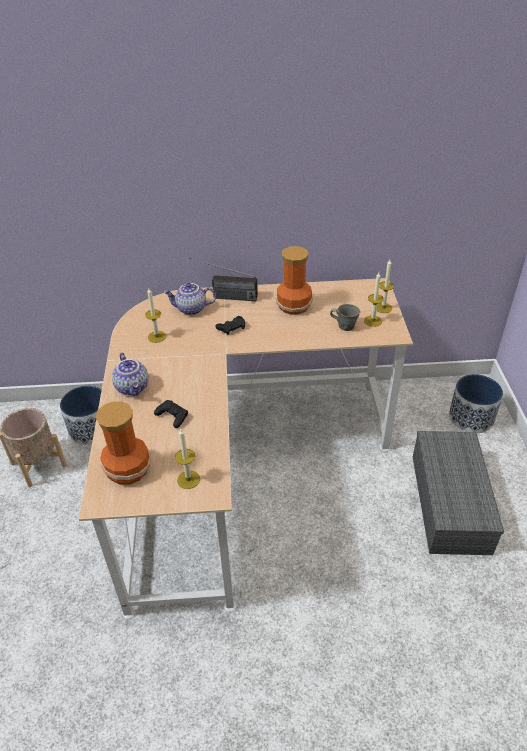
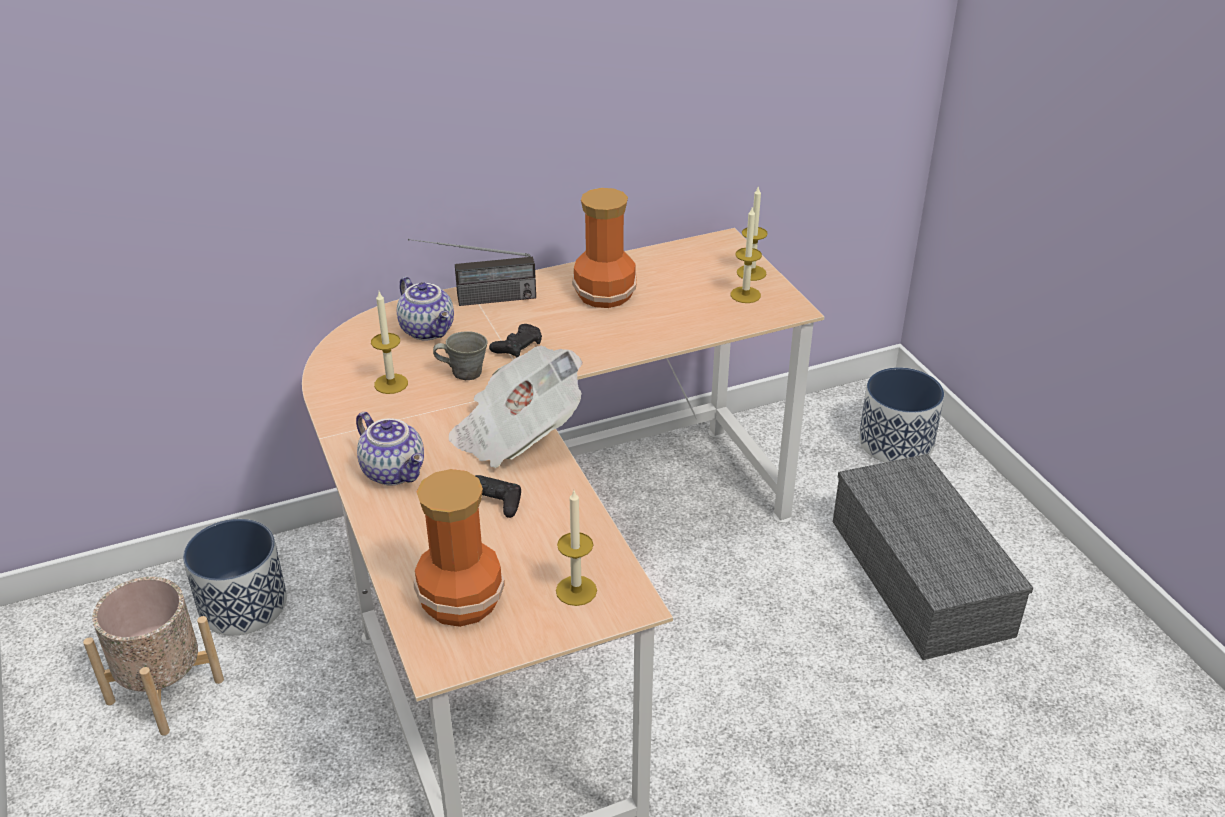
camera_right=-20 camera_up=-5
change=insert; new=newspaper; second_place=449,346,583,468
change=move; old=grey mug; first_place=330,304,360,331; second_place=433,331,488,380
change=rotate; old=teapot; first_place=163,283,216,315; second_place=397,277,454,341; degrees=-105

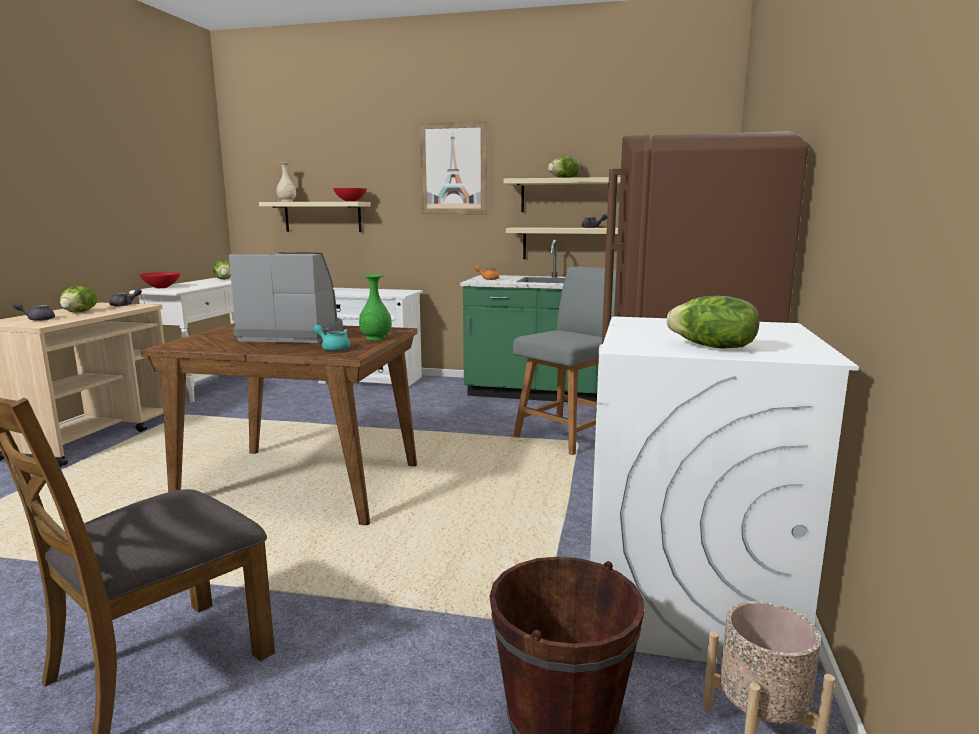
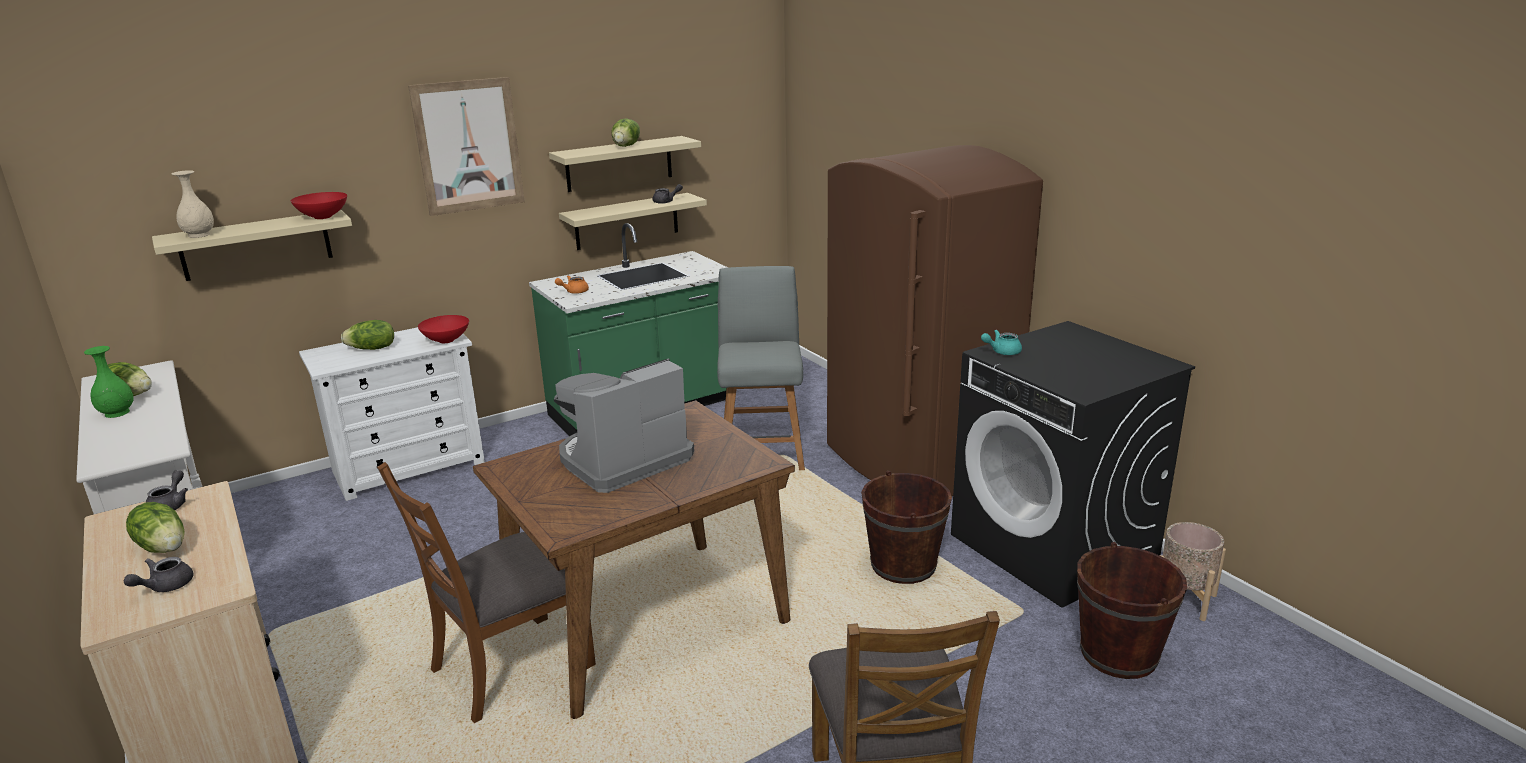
camera_right=-45 camera_up=10
change=insert; new=brown chair; second_place=377,462,596,723
change=insert; new=brown bucket; second_place=861,471,952,584
change=move; old=red bowl; first_place=139,272,180,288; second_place=418,315,469,343
change=move; old=turquoise teapot; first_place=313,325,351,351; second_place=981,330,1022,355
change=move; old=green vase; first_place=359,275,392,340; second_place=84,346,134,418
change=move; old=lettuce; first_place=667,296,760,349; second_place=341,320,394,350
change=recolor; old=white washing machine; new=black washing machine; first_place=590,316,859,664; second_place=951,321,1195,608

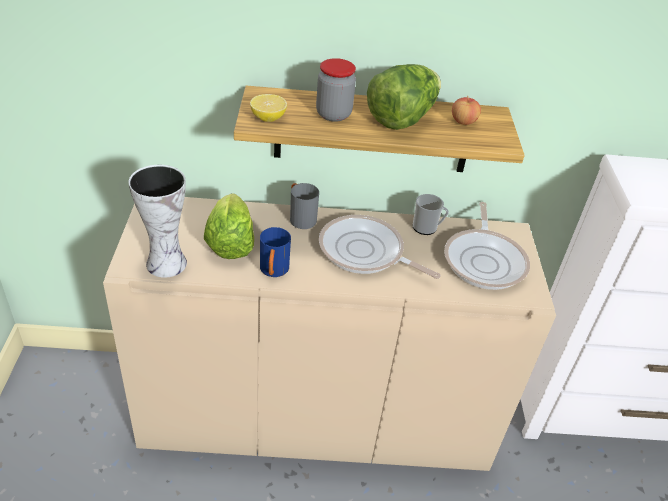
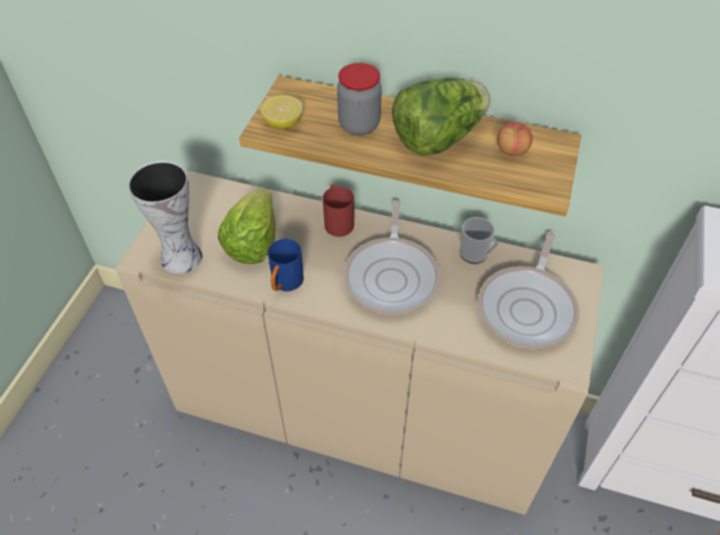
camera_right=20 camera_up=10
change=recolor; old=grey mug; new=red mug; first_place=290,183,319,229; second_place=323,184,354,237
change=rotate; old=frying pan; first_place=319,215,441,279; second_place=344,200,441,315; degrees=-135

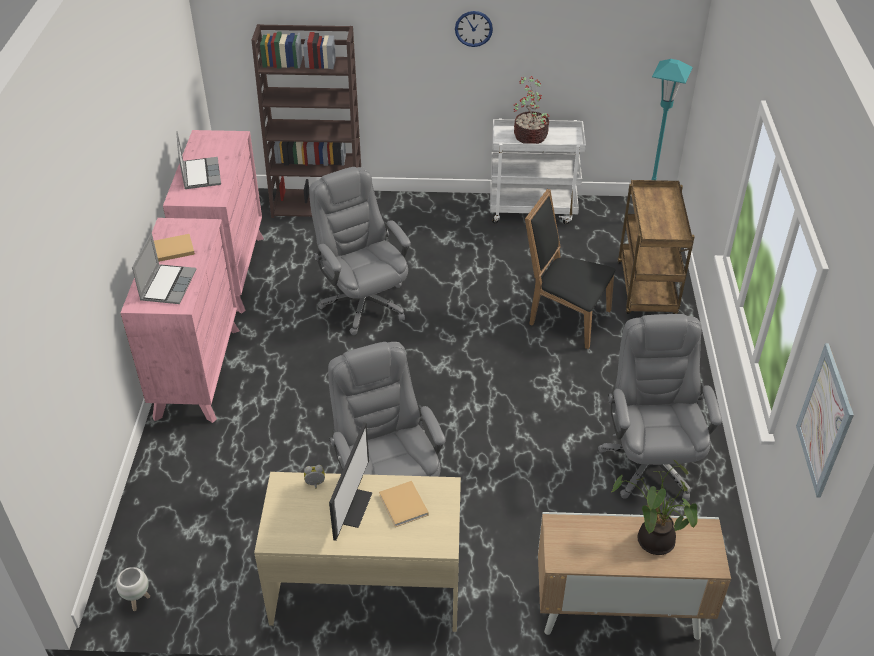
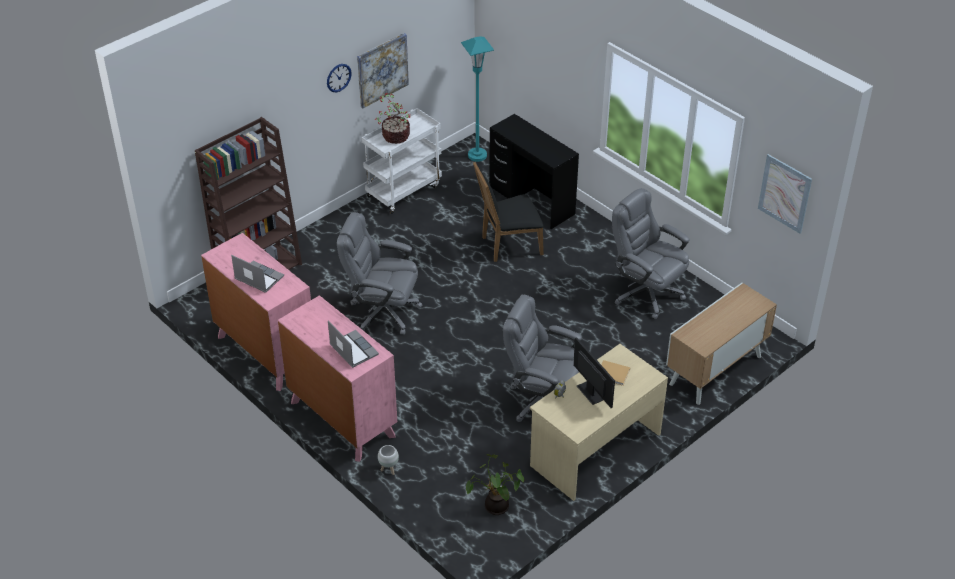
camera_right=-45 camera_up=0
change=delete; old=beige book; first_place=154,234,195,262
change=insert; new=picture; second_place=357,33,409,108
change=move; old=white planter; first_place=116,567,150,611; second_place=378,445,399,475
change=move; old=potted plant; first_place=612,460,698,555; second_place=466,454,524,515
change=replace; old=brown cart; new=black desk; first_place=617,180,695,314; second_place=489,114,579,229

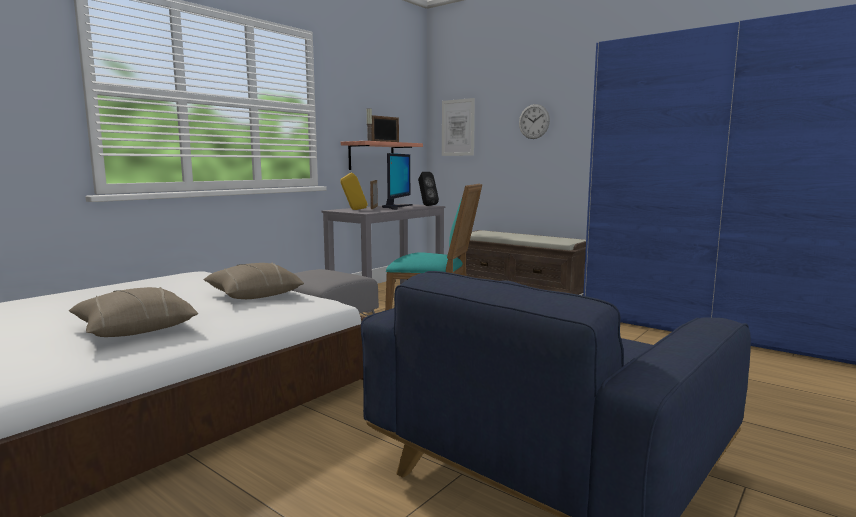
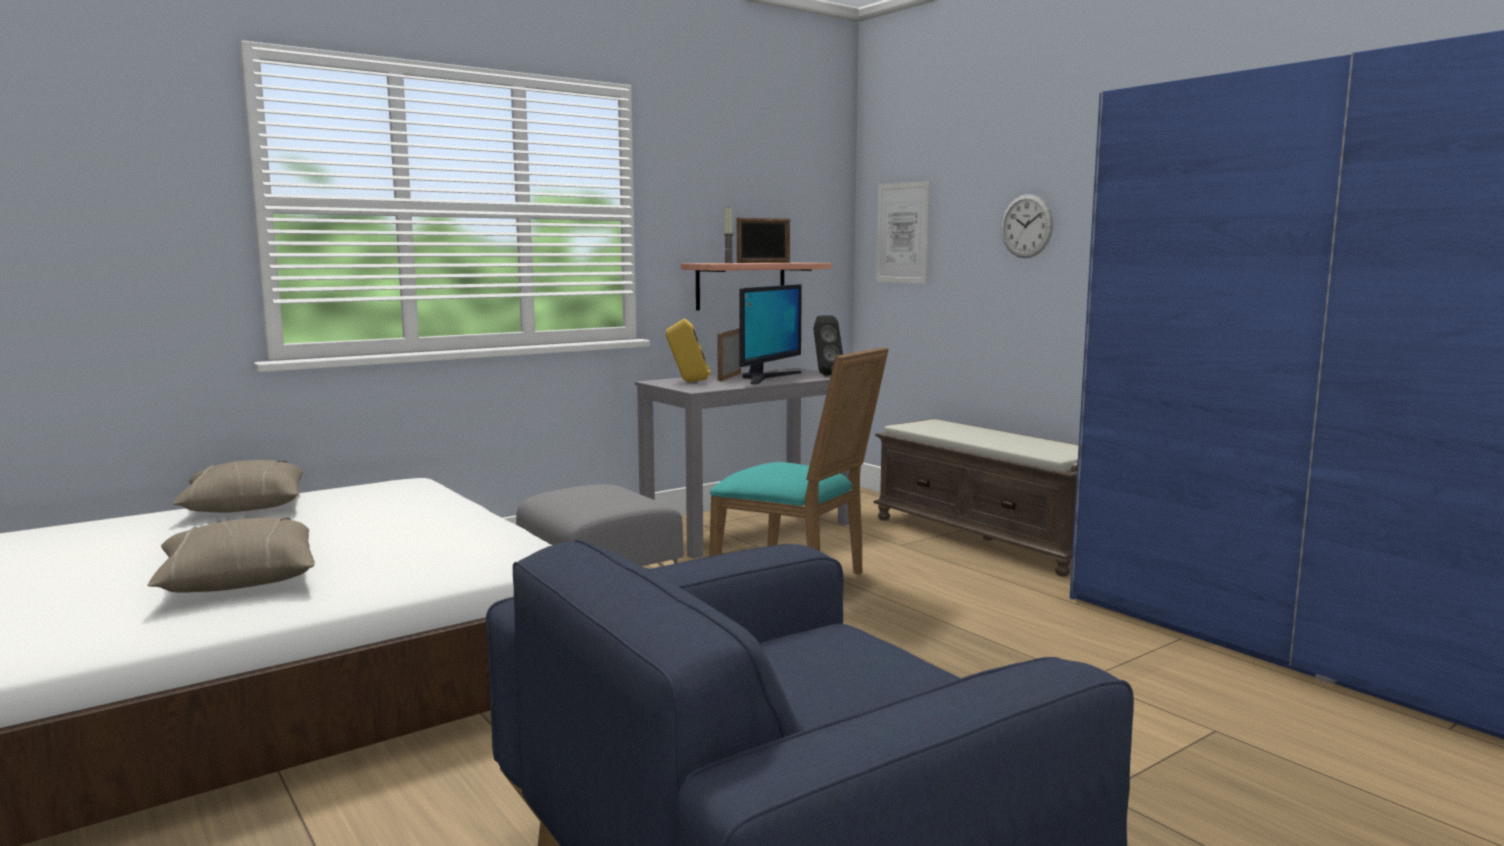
camera_right=15 camera_up=0
change=move; old=beige pillow; first_place=203,263,304,299; second_place=173,460,303,512

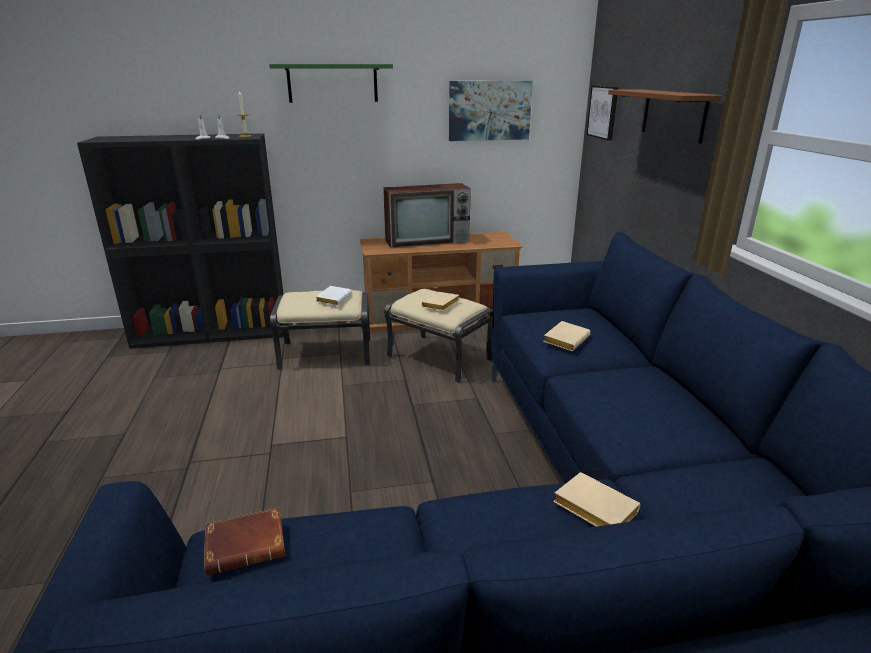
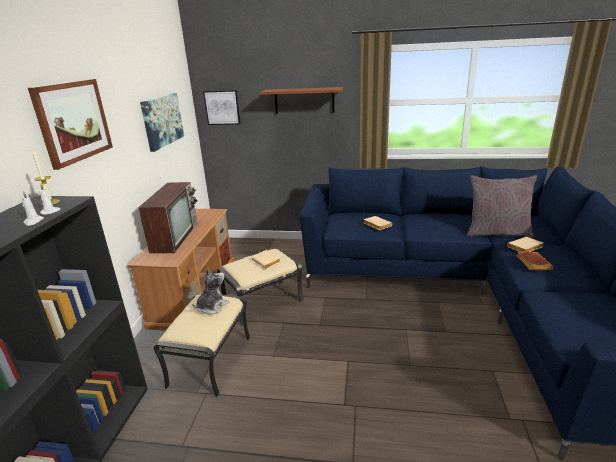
camera_right=-70 camera_up=0
change=insert; new=grey pillow; second_place=467,175,537,238
change=move; old=brown book; first_place=204,508,285,575; second_place=517,252,553,270
change=replace; old=green shelf; new=picture; first_place=269,64,393,103; second_place=28,79,113,170
change=replace; old=white book; new=plush toy; first_place=316,286,352,306; second_place=192,268,229,315

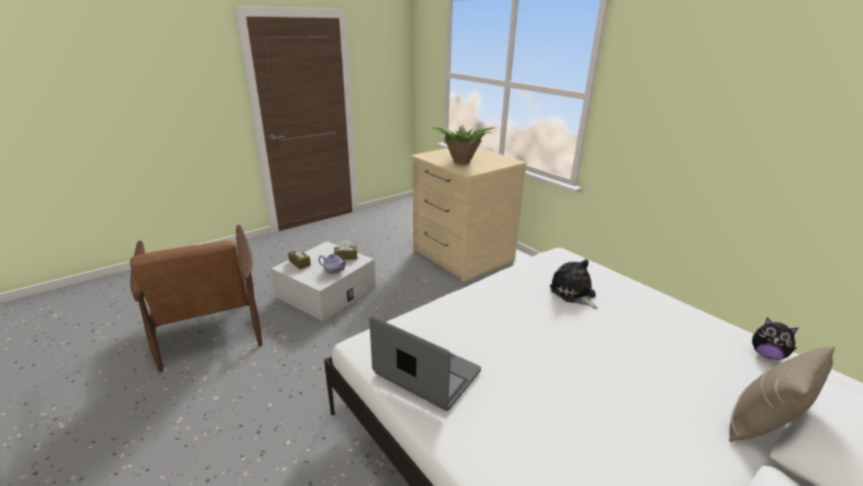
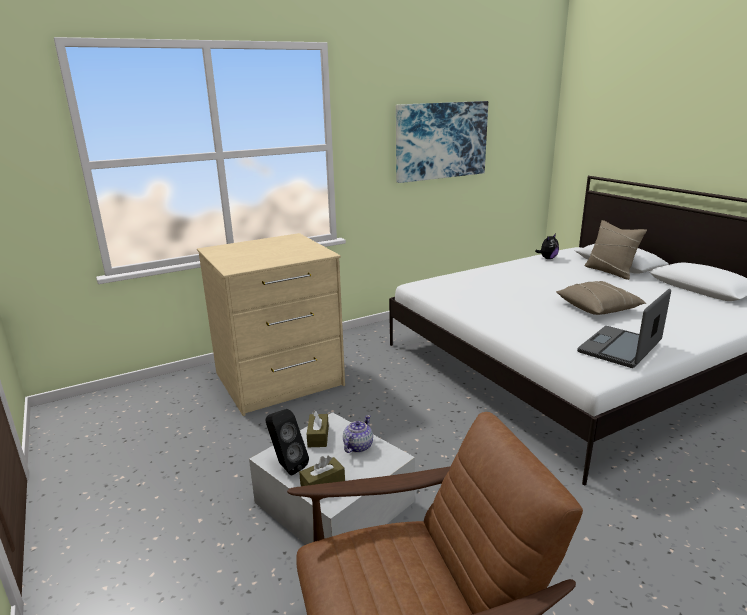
camera_right=-80 camera_up=-5
change=delete; old=potted plant; first_place=434,125,494,164
change=delete; old=plush toy; first_place=550,259,598,309
change=insert; new=black speaker; second_place=265,409,309,475
change=insert; new=picture; second_place=396,101,488,183
change=insert; new=beige pillow; second_place=556,281,646,315

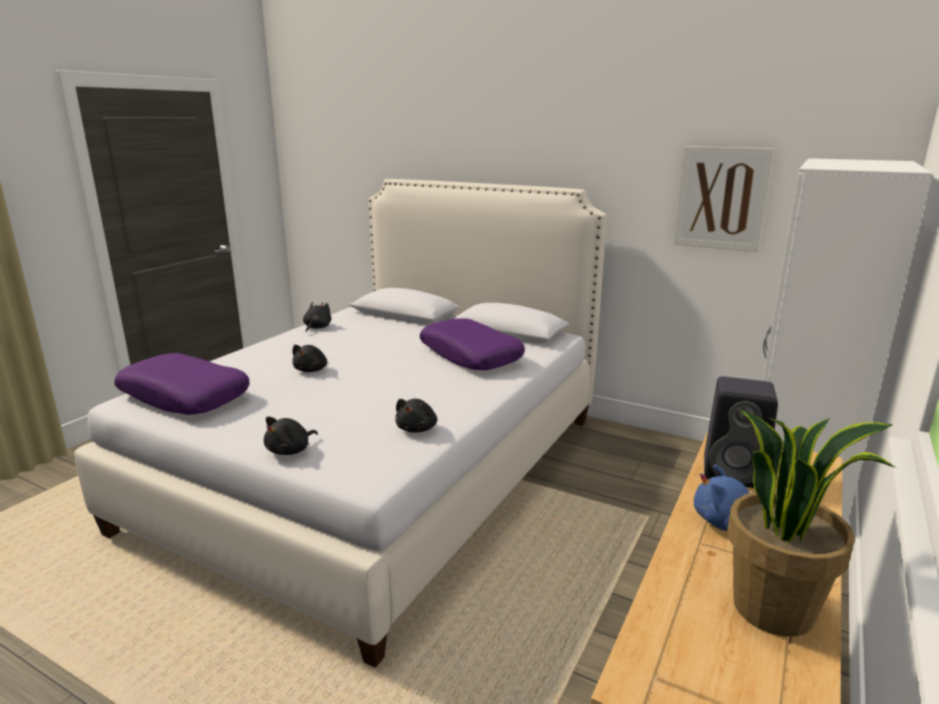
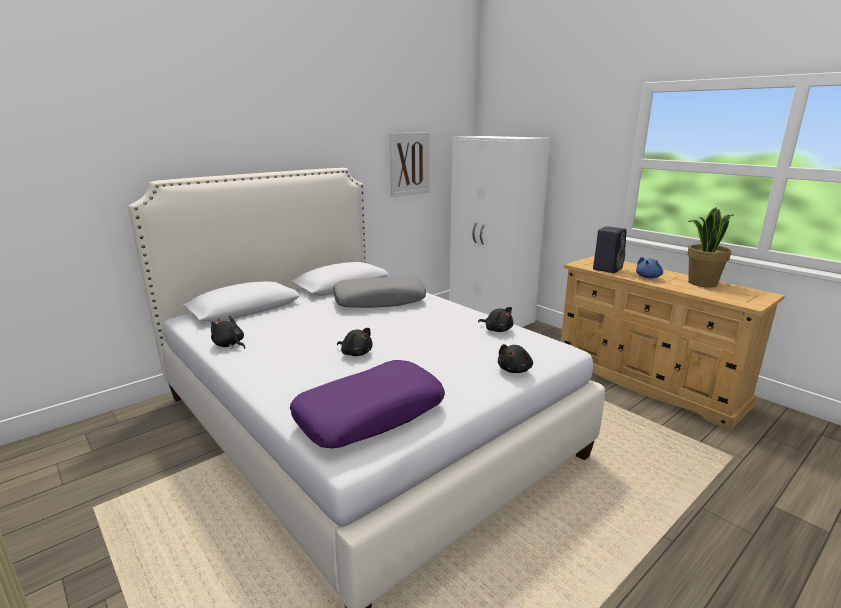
camera_right=-70 camera_up=0
change=recolor; old=purple pillow; new=grey pillow; first_place=420,318,525,370; second_place=333,275,426,308
change=rotate; old=black plush toy; first_place=264,417,318,455; second_place=498,344,533,373; degrees=60

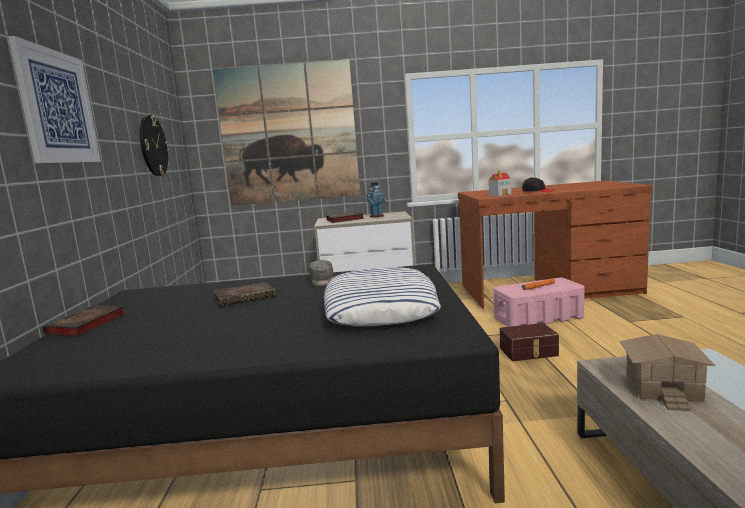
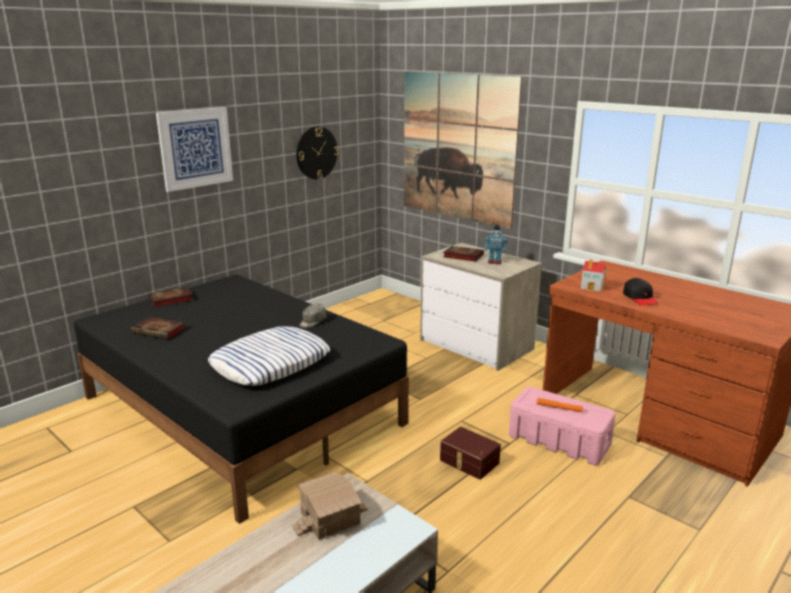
camera_right=45 camera_up=10
change=move; old=book; first_place=213,282,276,307; second_place=131,317,186,340

